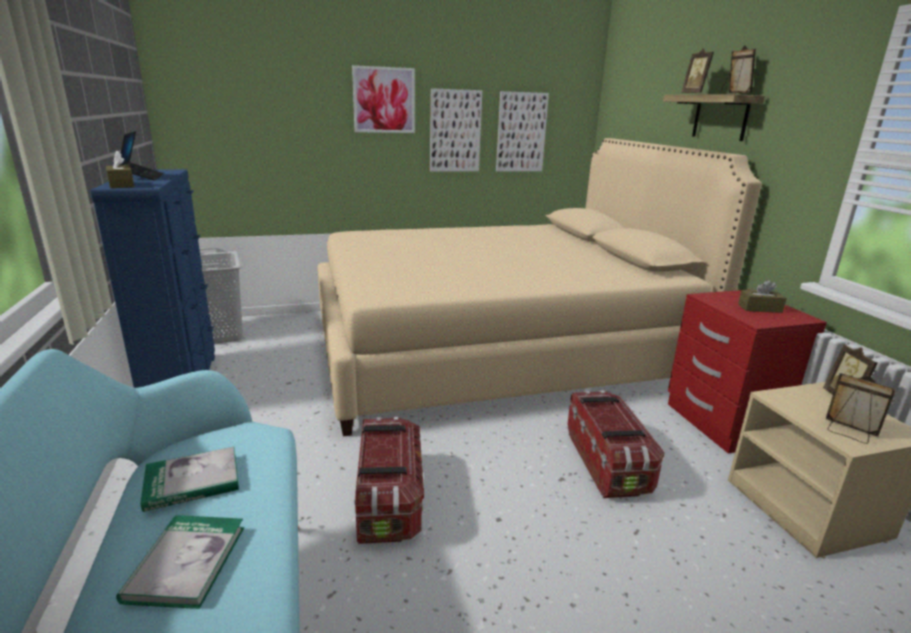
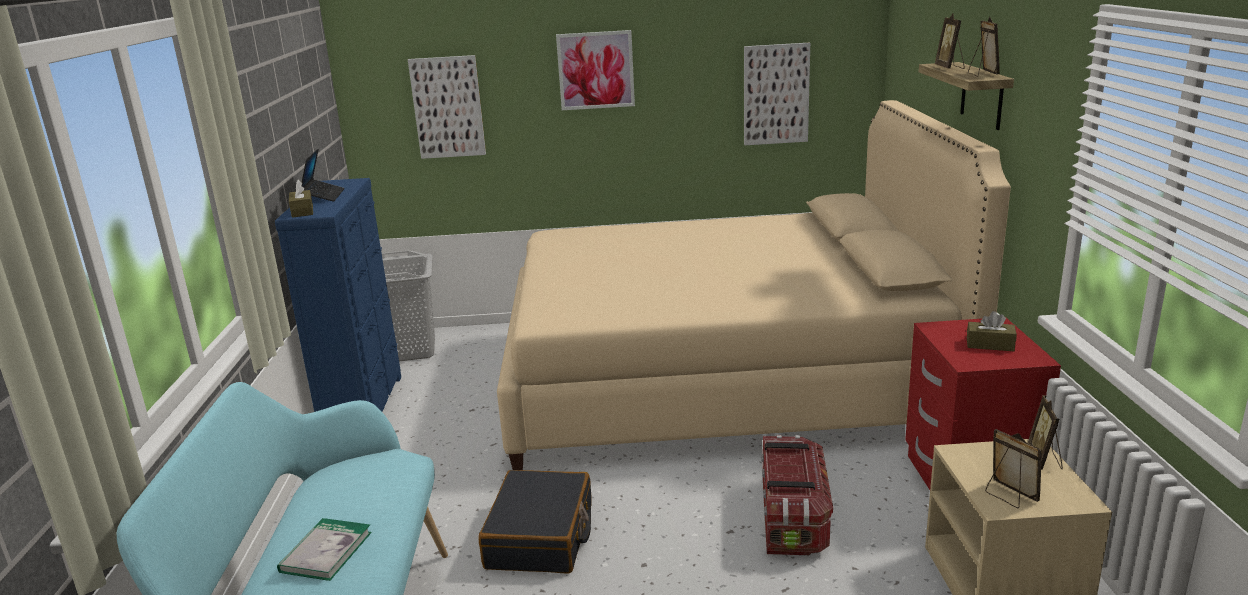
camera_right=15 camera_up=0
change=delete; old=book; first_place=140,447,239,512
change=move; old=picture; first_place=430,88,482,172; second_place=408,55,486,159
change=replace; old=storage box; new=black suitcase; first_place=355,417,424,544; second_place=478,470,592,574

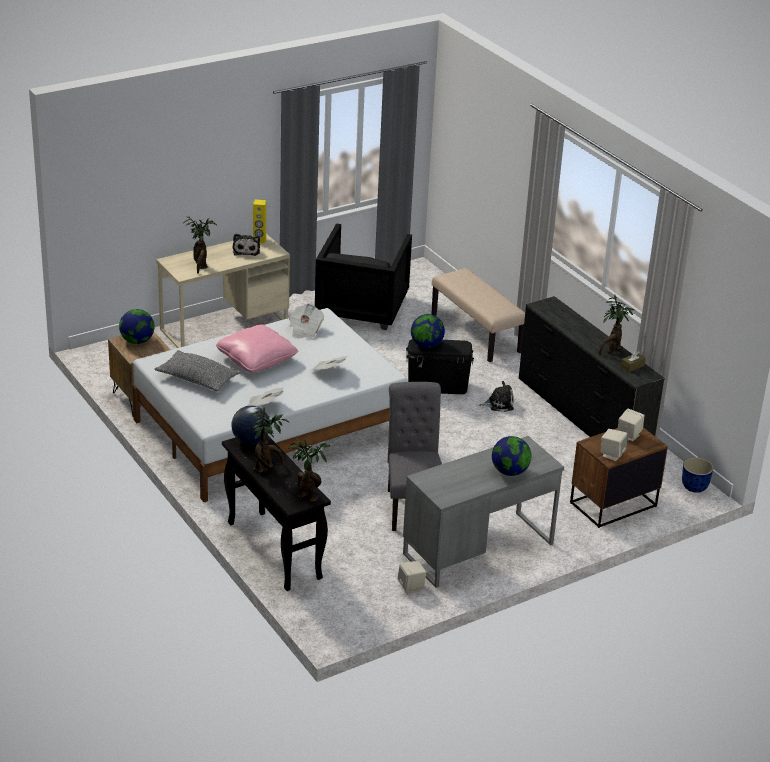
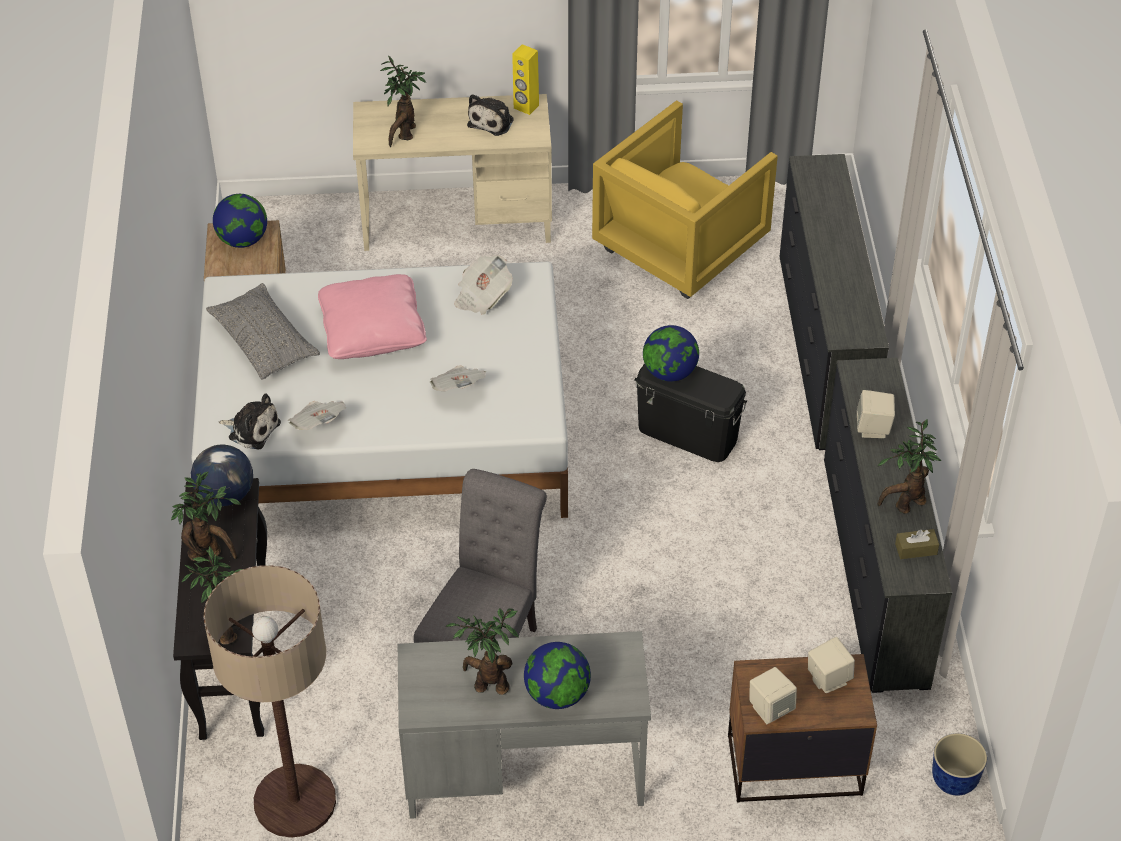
camera_right=30 camera_up=15
change=insert; new=floor lamp; second_place=204,565,336,838
change=insert; new=potted plant; second_place=446,608,519,695
change=move; old=beige speaker; first_place=397,561,426,594; second_place=857,390,895,438
change=move; old=plush toy; first_place=479,381,514,412; second_place=219,393,281,449
change=replace; old=beige bench; new=black dresser; first_place=432,268,525,362; second_place=779,154,889,450
change=recolor; old=black armchair; new=yellow armchair; first_place=315,224,412,330; second_place=592,100,778,299

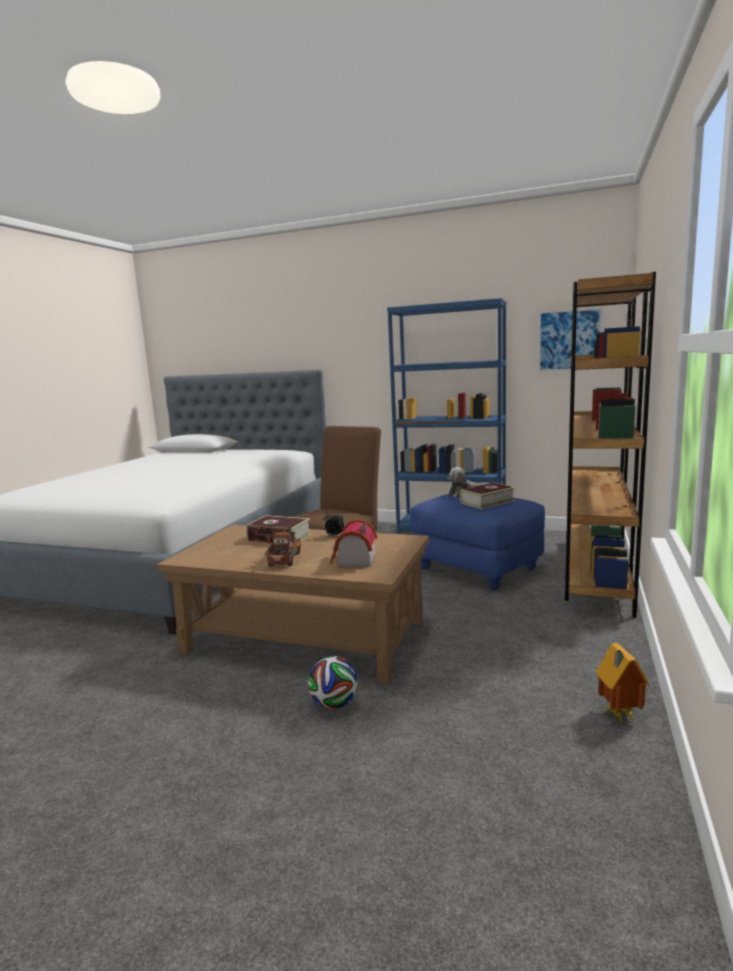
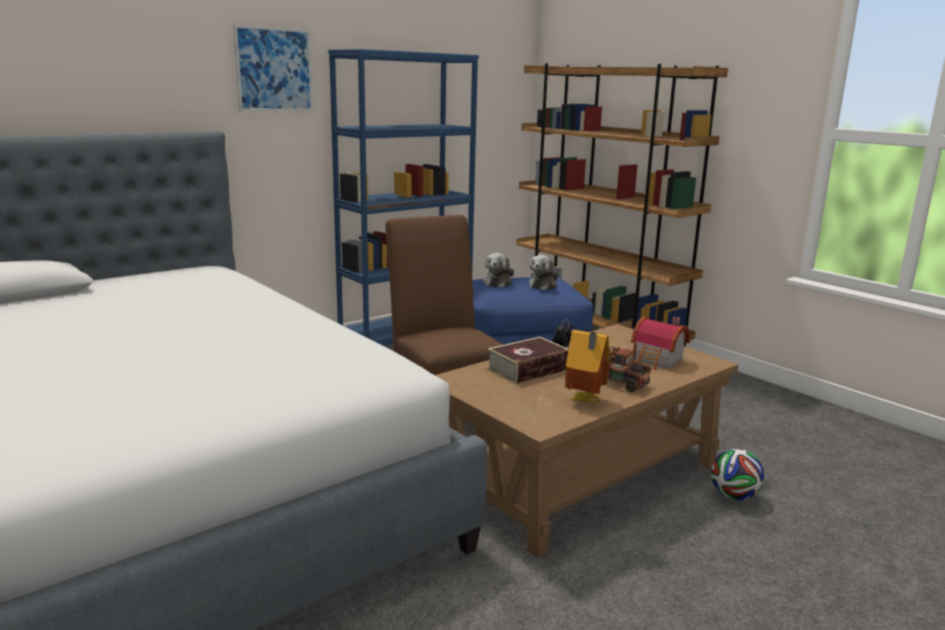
camera_right=-60 camera_up=5
change=move; old=picture; first_place=538,307,603,372; second_place=233,25,313,111
change=move; old=toy house; first_place=596,643,650,723; second_place=565,330,609,406
change=replace; old=book; new=plush toy; first_place=460,483,515,509; second_place=529,255,559,290

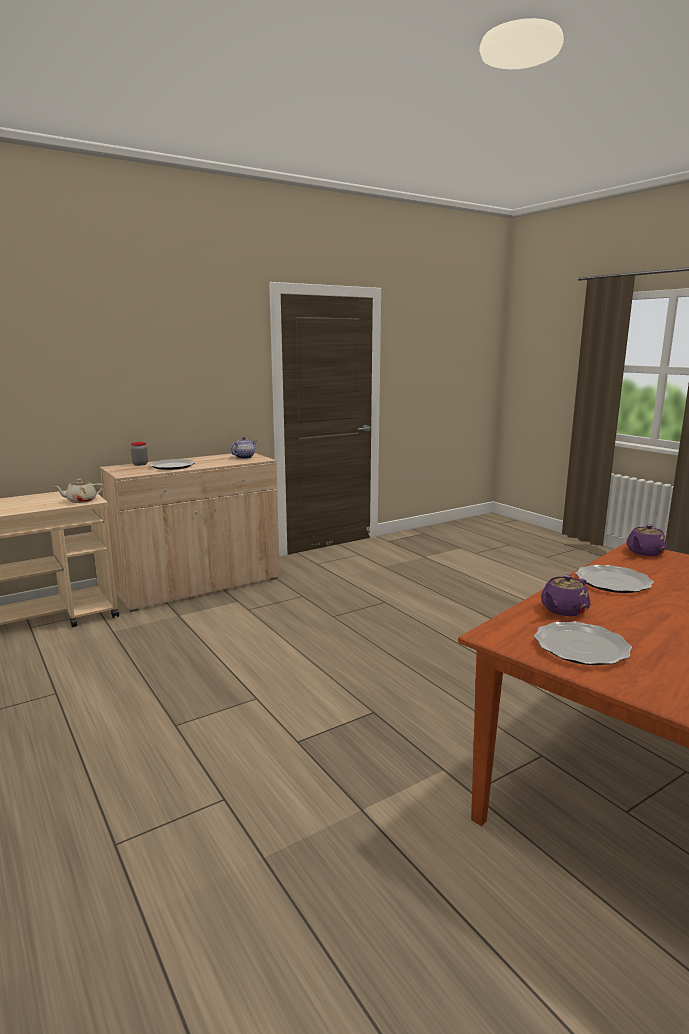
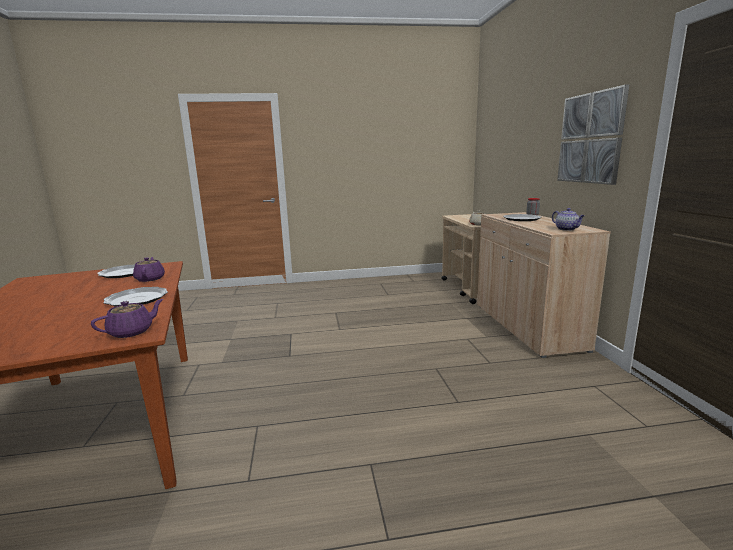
camera_right=115 camera_up=0
change=insert; new=picture; second_place=557,84,629,185
change=rotate; old=purple teapot; first_place=626,524,667,556; second_place=91,299,163,338; degrees=60

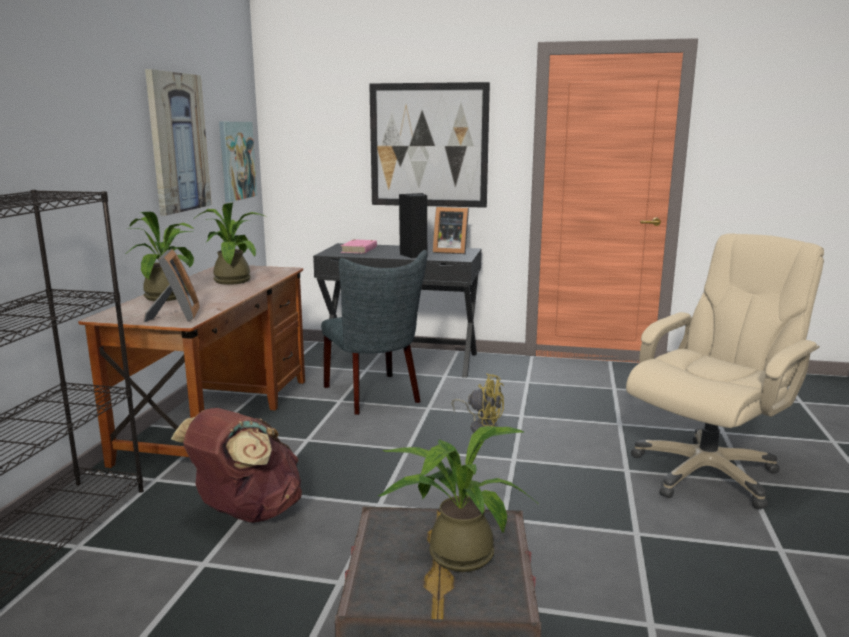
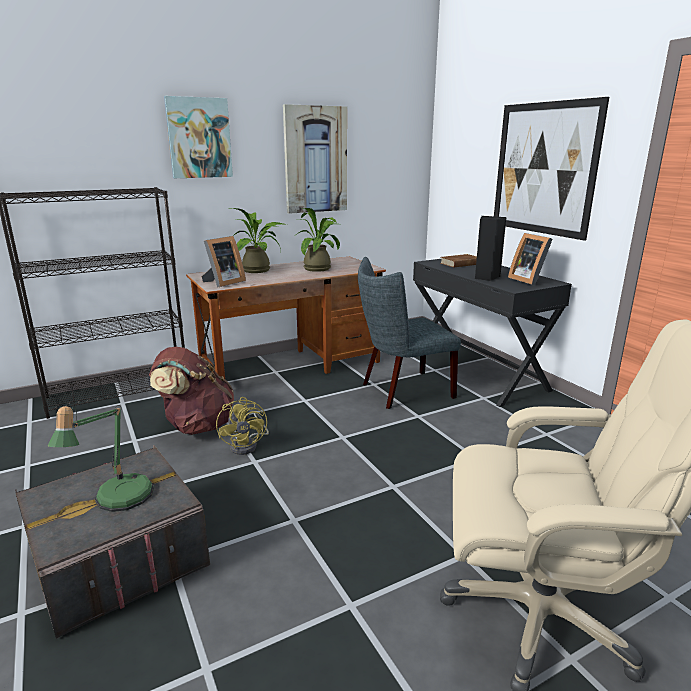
camera_right=50 camera_up=5
change=move; old=picture; first_place=219,122,257,202; second_place=164,96,233,178
change=move; old=yellow fan; first_place=452,373,504,432; second_place=216,397,269,455
change=replace; old=potted plant; new=table lamp; first_place=378,426,537,572; second_place=47,405,154,512
change=recolor; old=pink book; new=brown book; first_place=341,239,377,254; second_place=440,254,477,268
change=rotate; old=grey chair; first_place=321,250,427,415; second_place=358,257,461,409; degrees=45

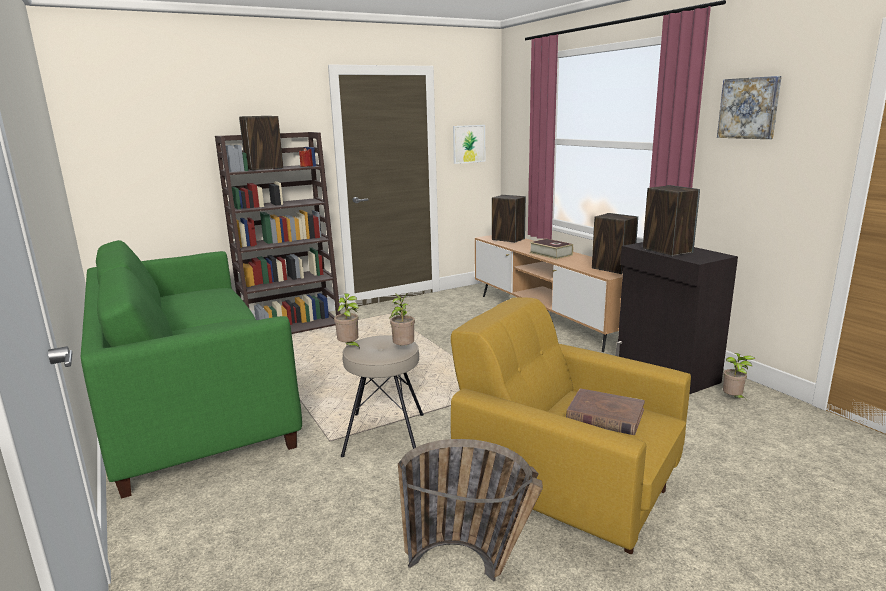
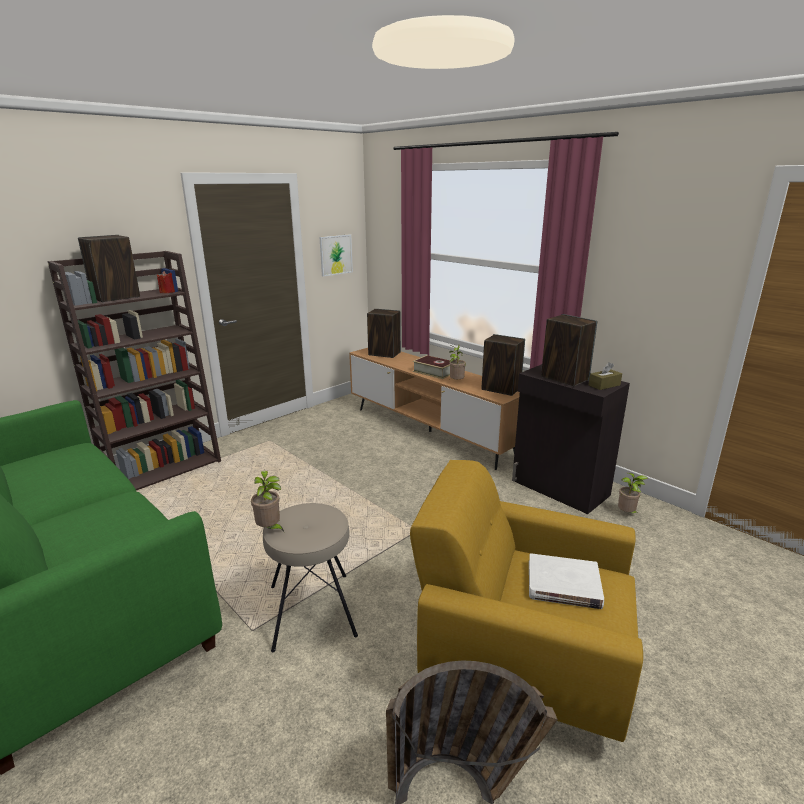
camera_right=-15 camera_up=5
change=delete; old=picture; first_place=717,76,782,139
change=insert; new=brown tissue box; second_place=589,362,622,390
change=move; old=potted plant; first_place=389,293,415,345; second_place=449,345,466,380
change=recolor; old=brown book; new=white book; first_place=566,388,645,435; second_place=529,553,604,609

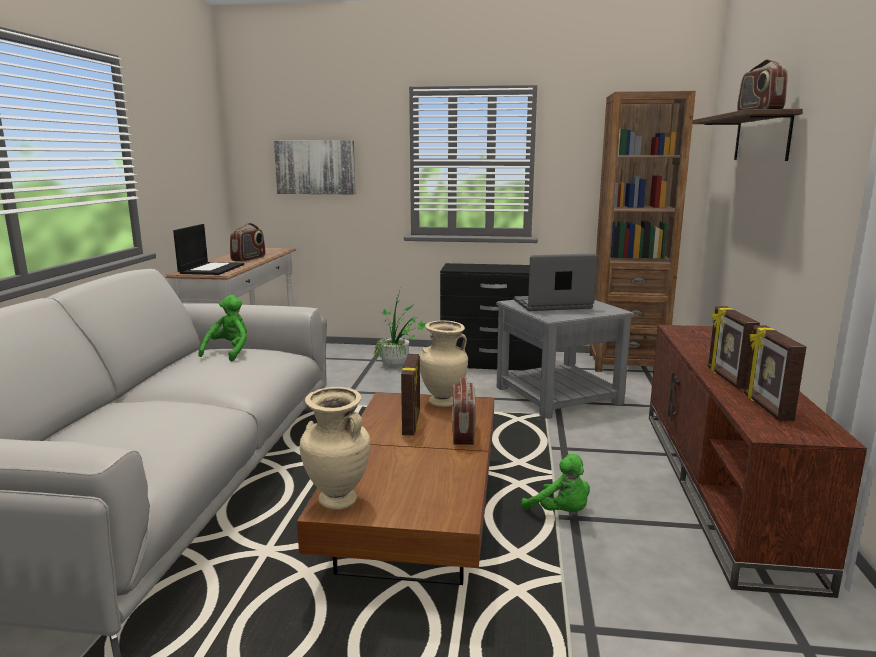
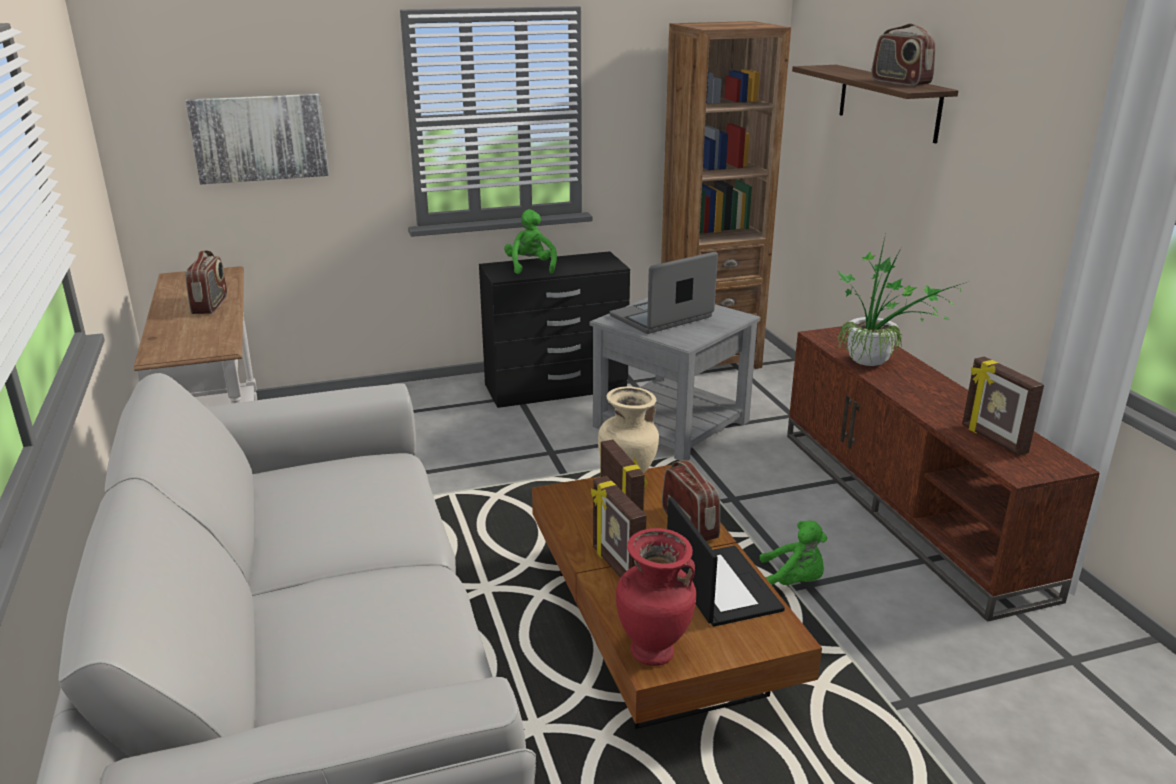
camera_right=-25 camera_up=10
change=move; old=laptop; first_place=173,224,244,275; second_place=667,497,785,627
change=move; old=green plush toy; first_place=199,295,247,361; second_place=504,209,557,274
change=move; old=potted plant; first_place=373,291,426,366; second_place=837,234,967,366
change=move; old=picture frame; first_place=708,306,760,389; second_place=591,476,647,578
change=recolor; old=beige vase; new=red vase; first_place=300,387,370,510; second_place=616,528,696,666

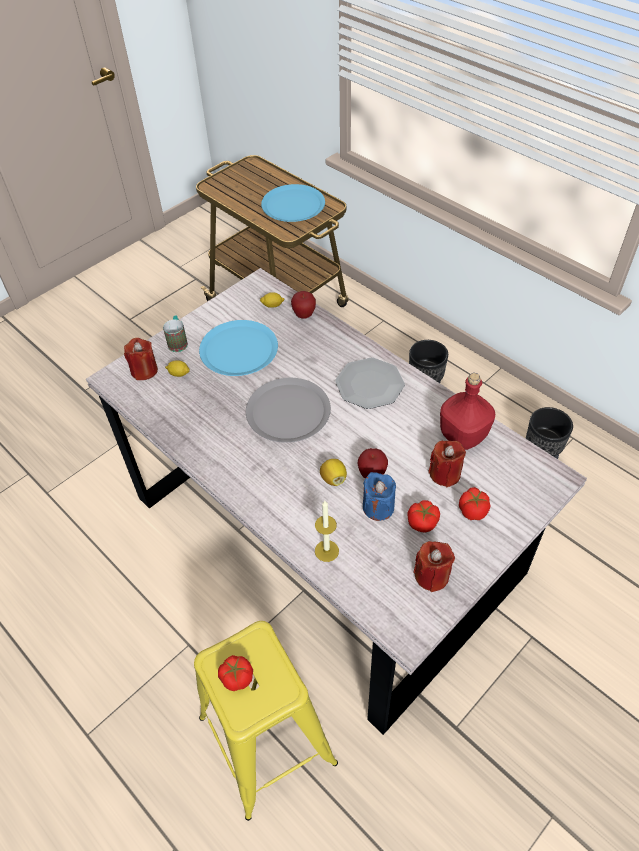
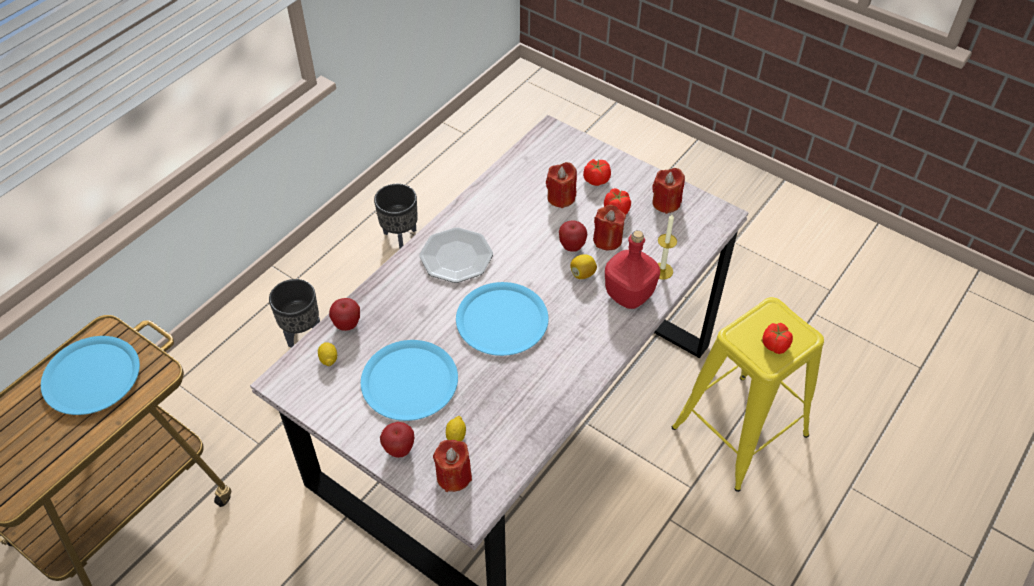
camera_right=-100 camera_up=0
change=move; old=red bottle; first_place=440,373,495,450; second_place=605,230,660,309
change=replace; old=mug; new=apple; first_place=163,315,188,352; second_place=380,422,414,458
change=recolor; old=grey plate; new=blue plate; first_place=246,378,331,443; second_place=456,282,549,356
change=recolor; old=blue candle; new=red candle; first_place=363,472,396,521; second_place=593,205,626,250

